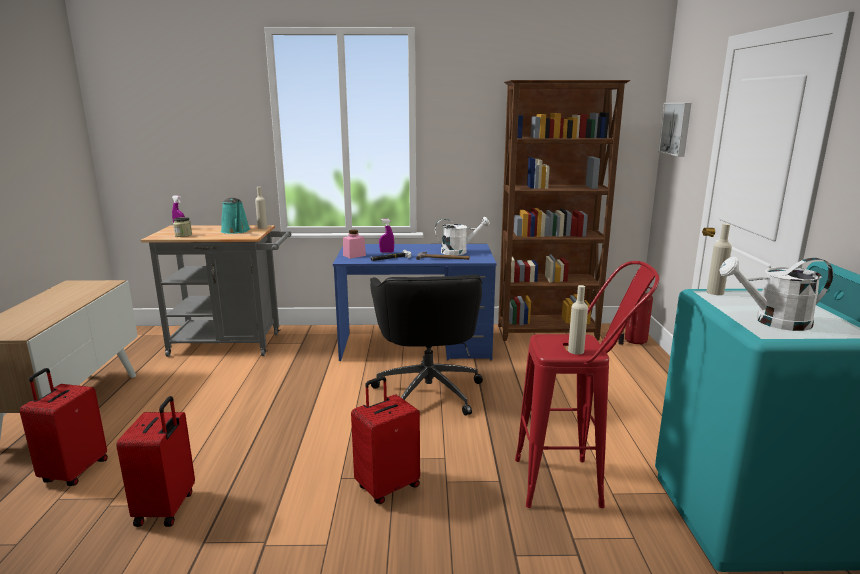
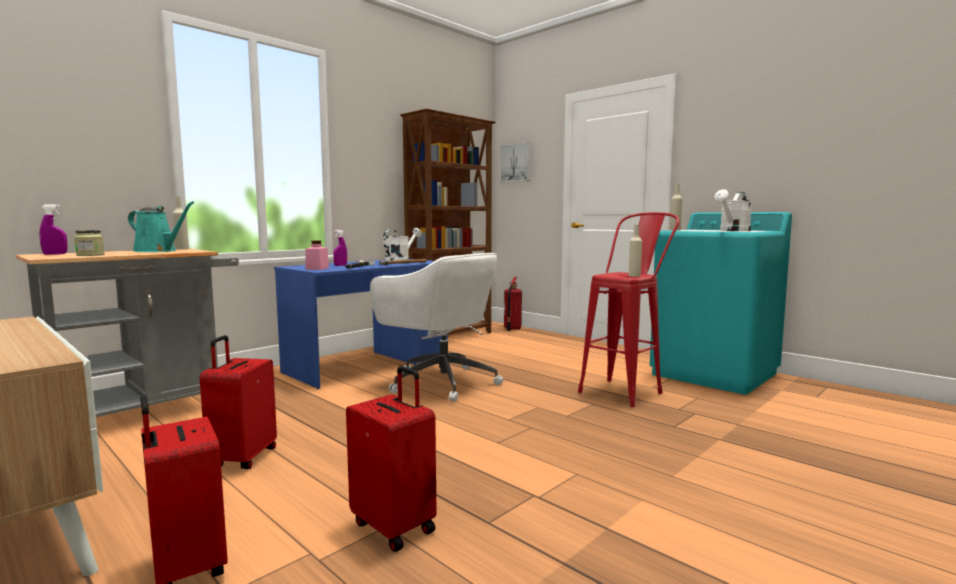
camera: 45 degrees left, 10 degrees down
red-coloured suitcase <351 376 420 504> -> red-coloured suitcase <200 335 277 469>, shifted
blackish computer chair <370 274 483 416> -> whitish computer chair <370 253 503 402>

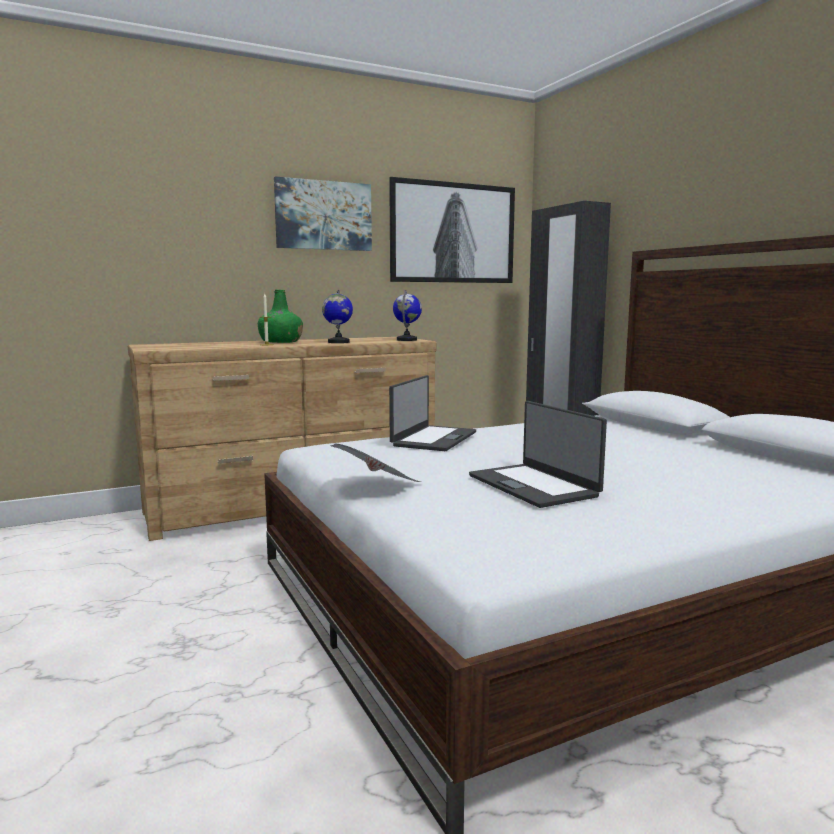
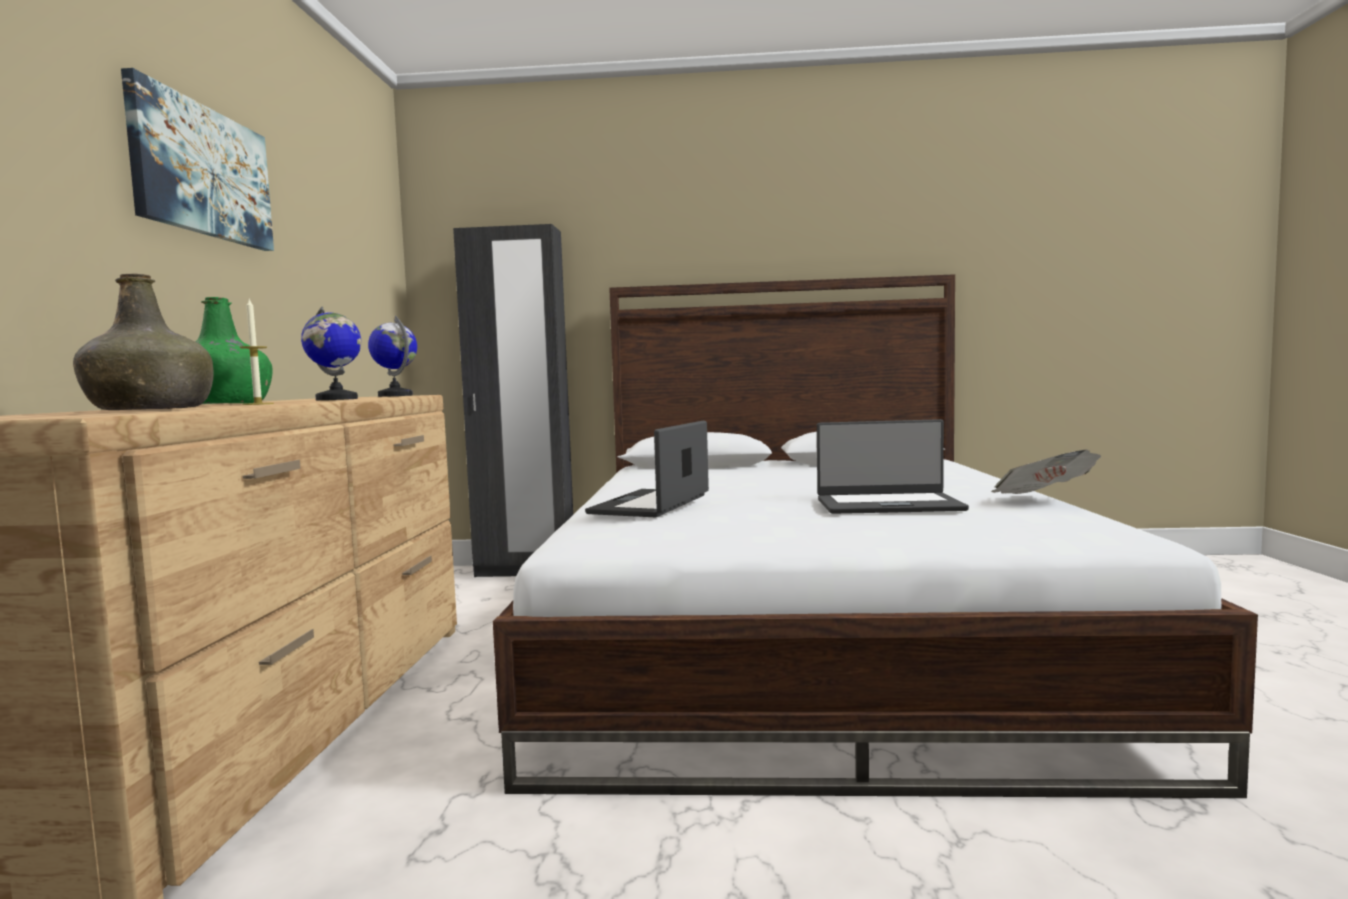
camera: 60 degrees left, 5 degrees down
none -> green-coloured drink bottle <73 273 214 410>
laptop <389 375 476 451> -> laptop <585 421 709 517>, 120 degrees counterclockwise
newspaper <330 443 421 482> -> newspaper <991 450 1101 494>, shifted
wall art <389 177 515 283> -> none

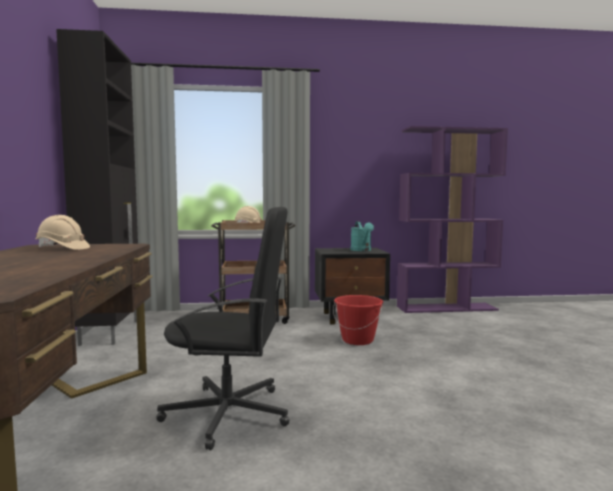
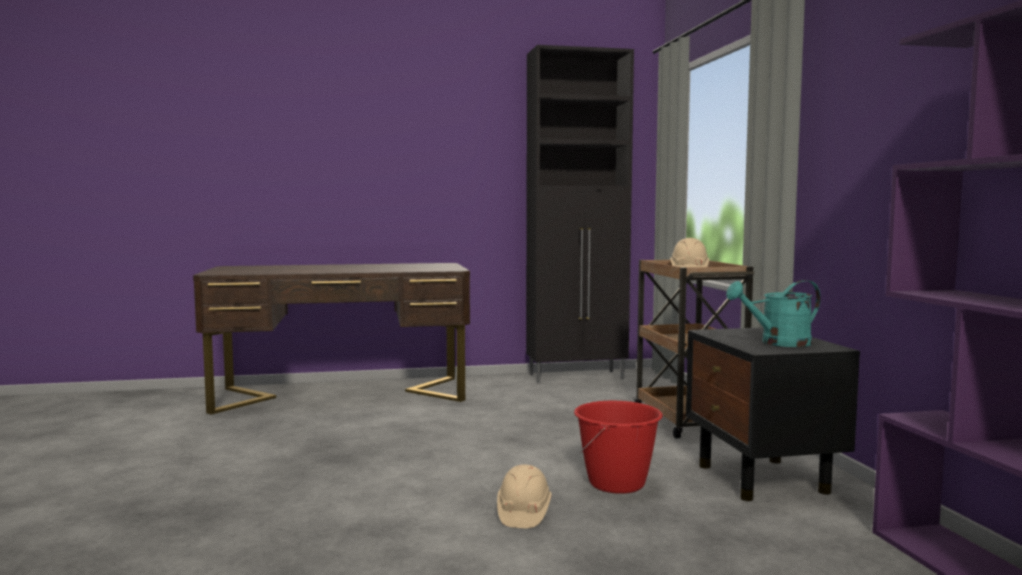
camera: 85 degrees right, 0 degrees up
sand-coloured work helmet <35 215 90 250> -> sand-coloured work helmet <497 465 552 528>, shifted
blackish computer chair <156 207 290 450> -> none

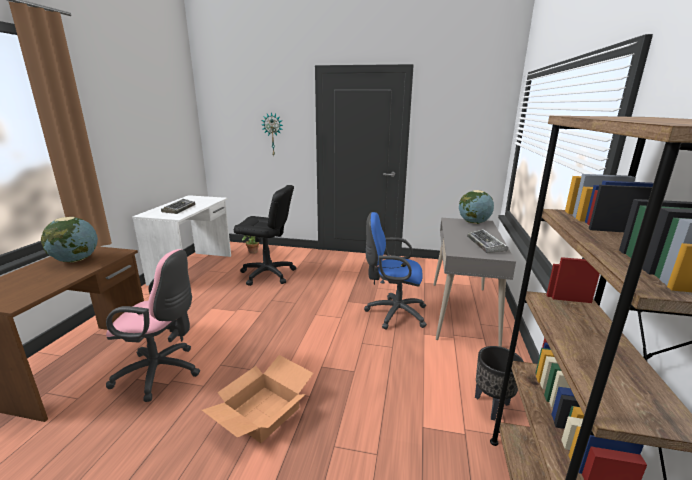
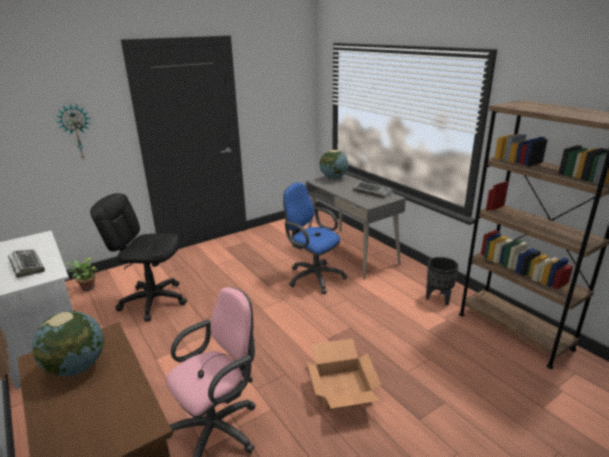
camera: 45 degrees left, 5 degrees up
blackish computer chair <234 185 296 286> -> blackish computer chair <90 193 187 322>, 135 degrees counterclockwise
blue computer chair <364 212 427 330> -> blue computer chair <283 182 347 294>, 75 degrees clockwise

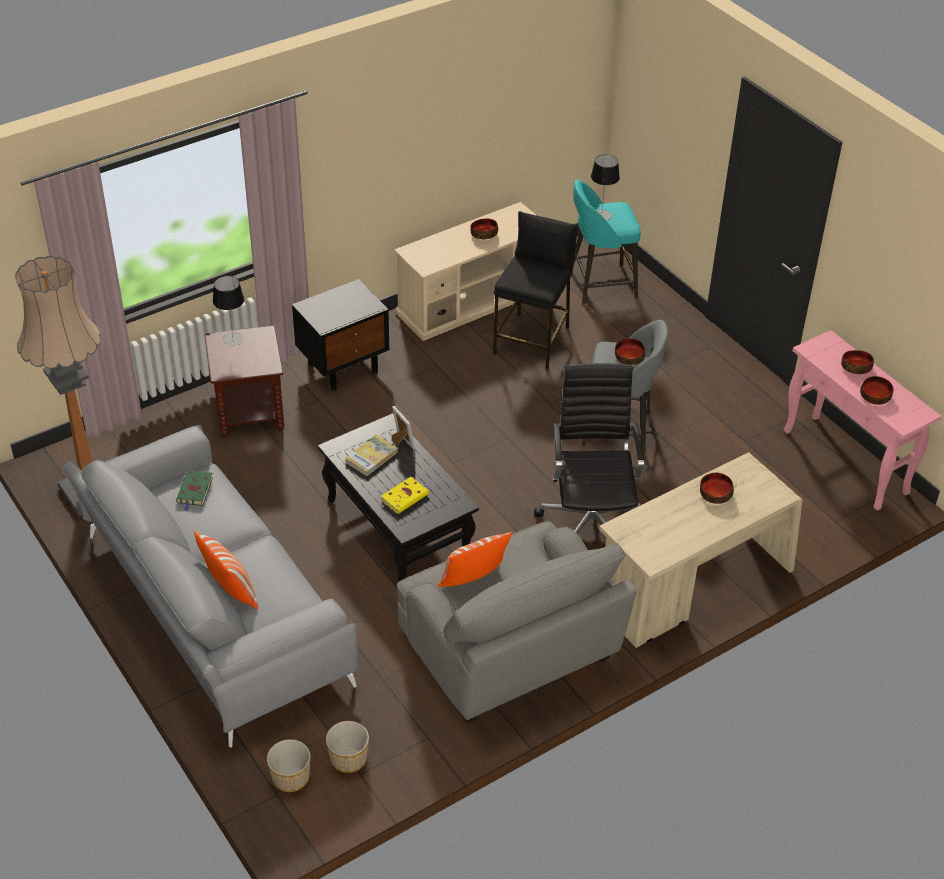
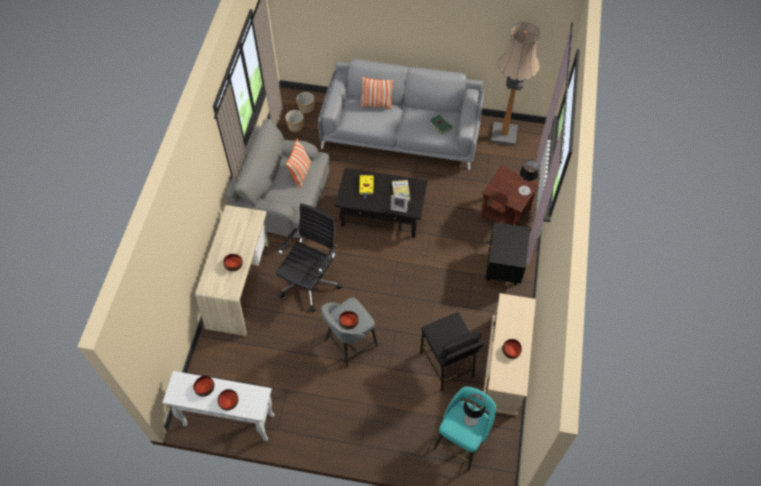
camera: 135 degrees right, 15 degrees up
pink-coloured narrow table <784 330 942 511> -> whitish narrow table <162 371 275 441>
blackish computer chair <534 363 644 534> -> blackish computer chair <276 203 342 312>, 105 degrees counterclockwise

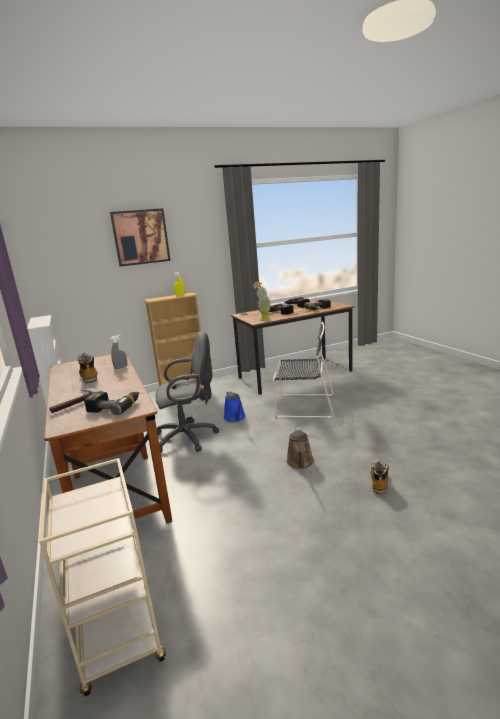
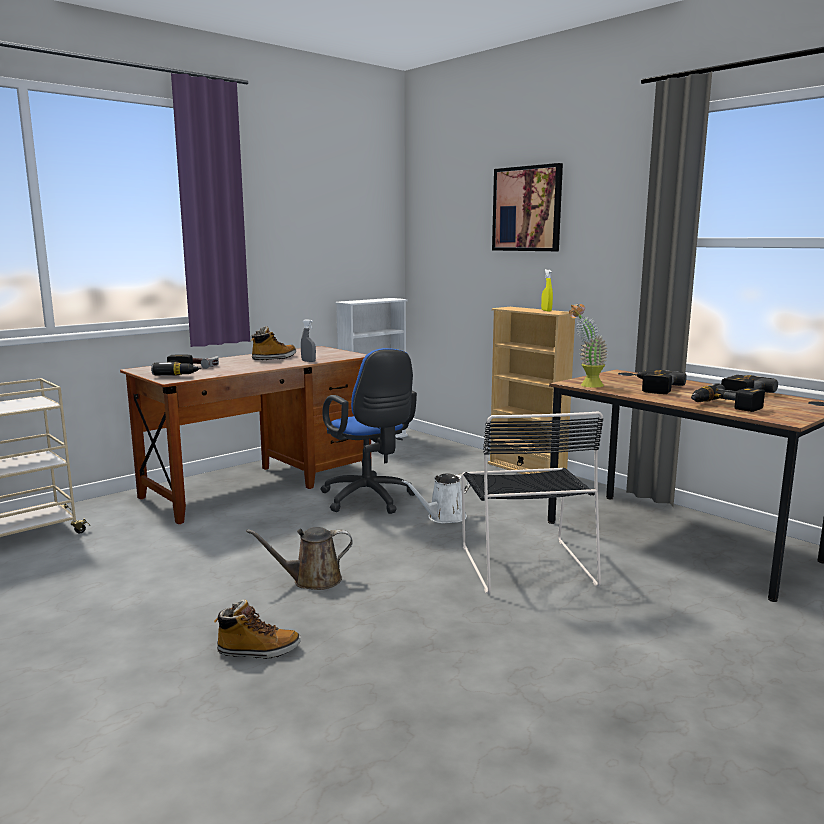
camera: 70 degrees right, 5 degrees down
grey computer chair <156 331 219 453> -> blue computer chair <320 348 417 514>
blue sprinkling can <224 391 246 422> -> whitish sprinkling can <402 474 471 523>

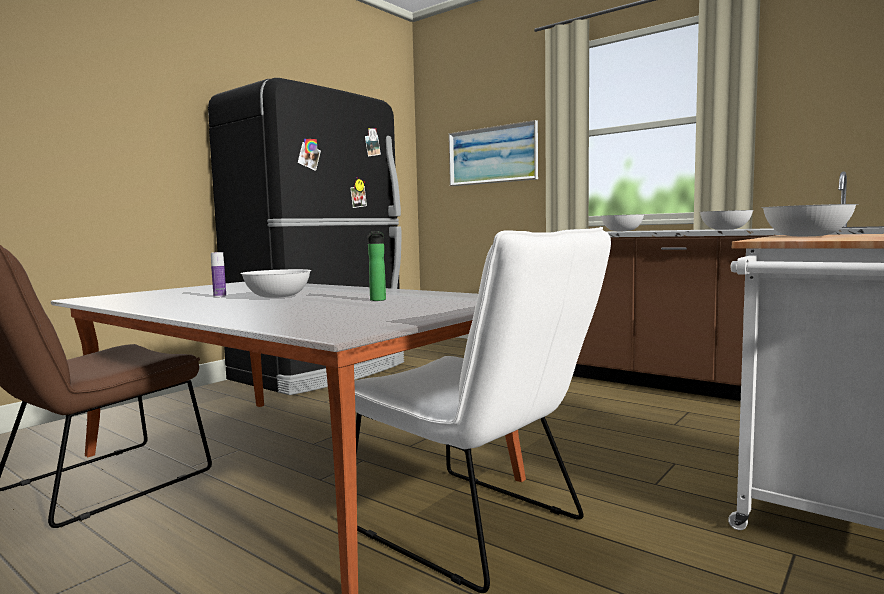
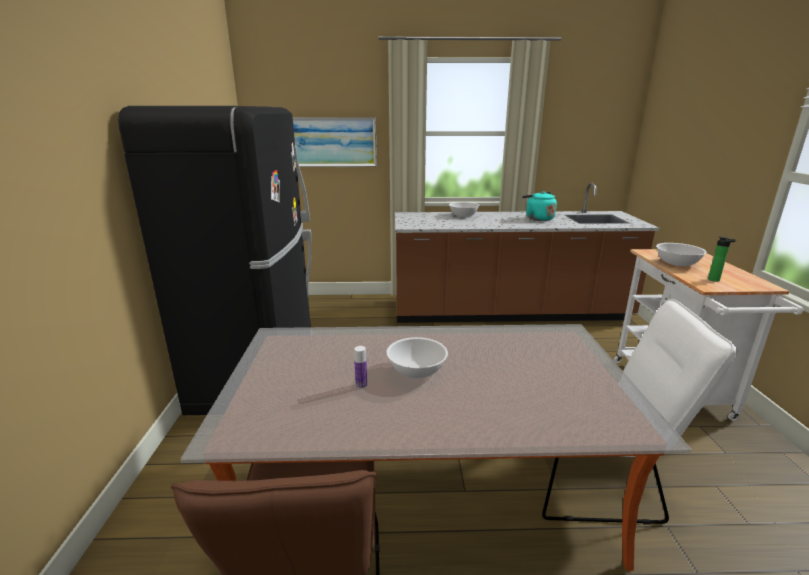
camera: 40 degrees left, 15 degrees up
whitish deep dish <700 210 753 230> -> turquoise tea kettle <522 191 557 221>
drink bottle <368 231 386 301> -> drink bottle <708 237 737 282>, shifted

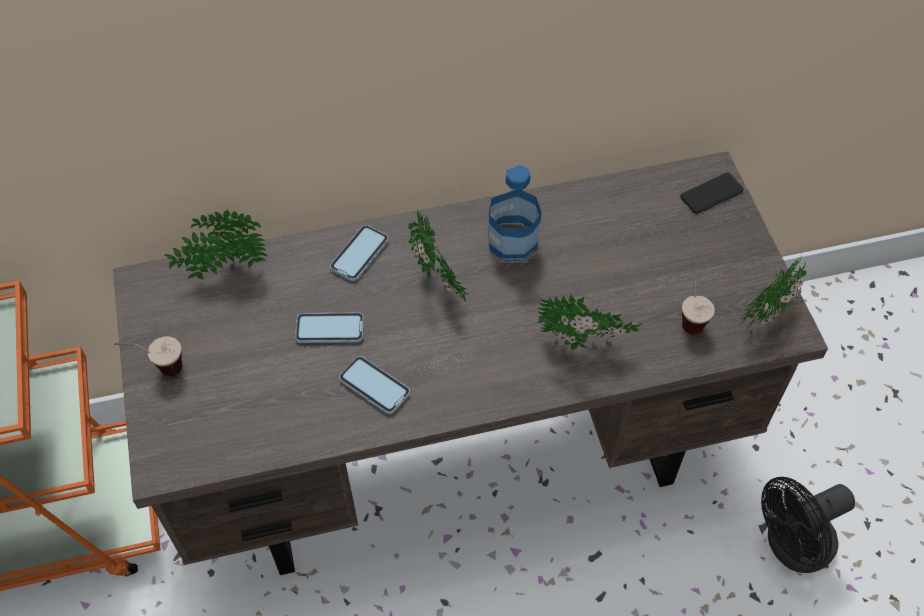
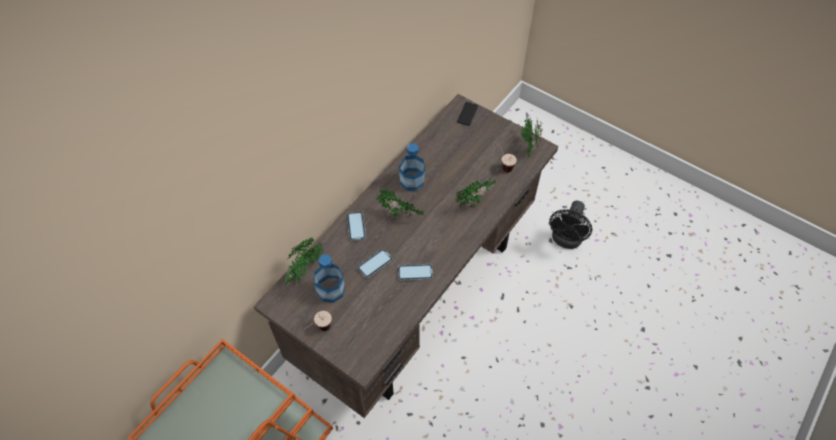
camera: 40 degrees left, 0 degrees up
none -> drink bottle <314 254 345 303>

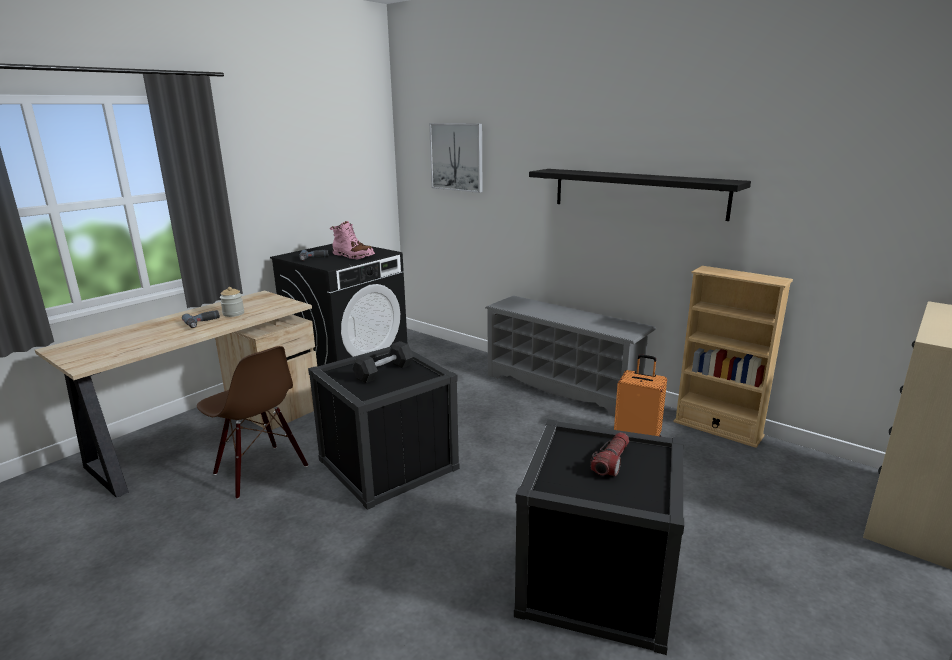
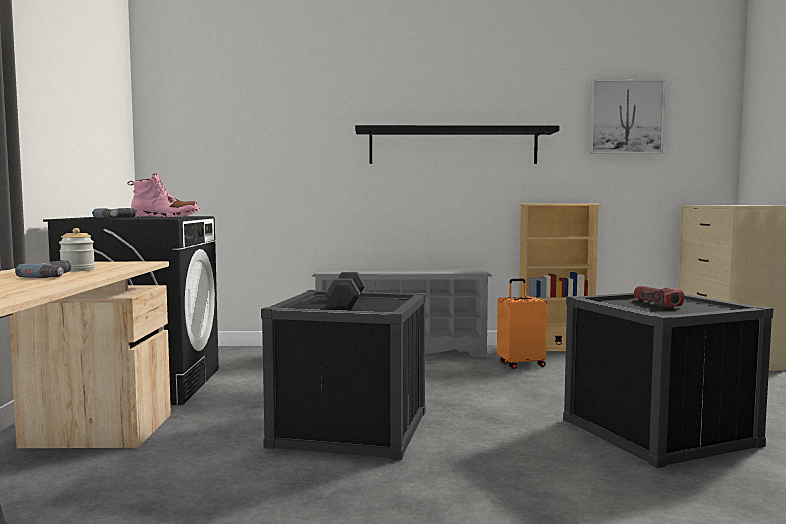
camera: 40 degrees left, 15 degrees down
wall art <429 123 482 193> -> wall art <590 80 666 154>, shifted
brown upright chair <197 346 308 499> -> none

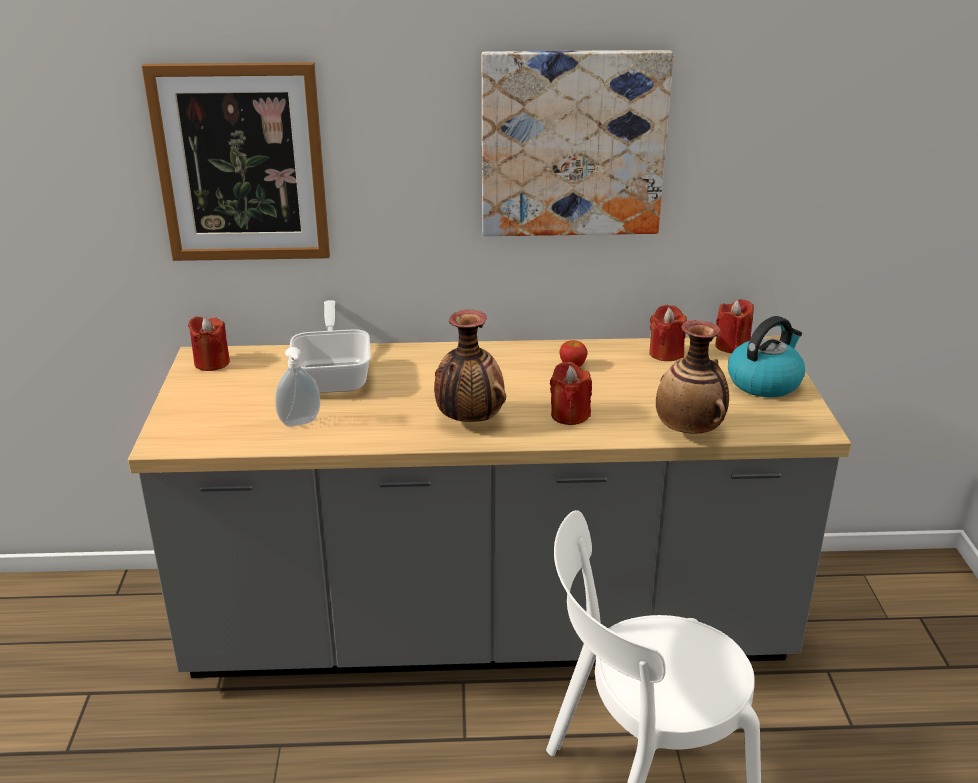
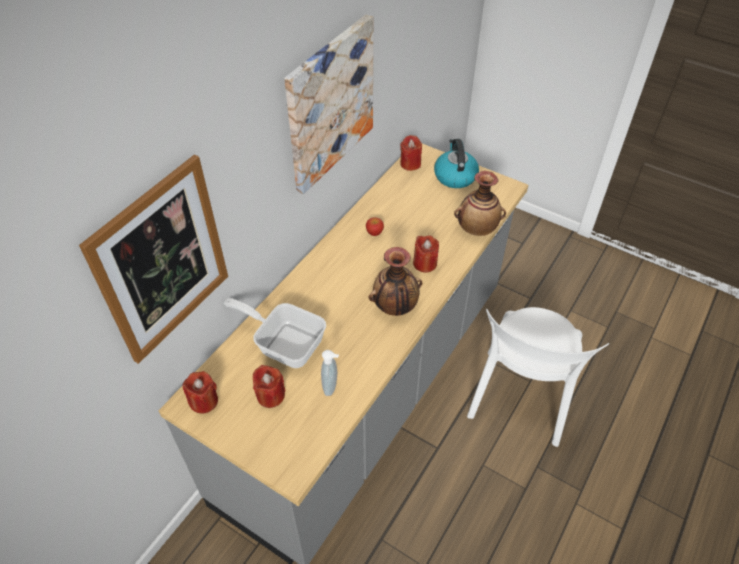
camera: 55 degrees left, 20 degrees up
red-coloured wax candle <649 305 687 361> -> red-coloured wax candle <253 365 285 408>, shifted

